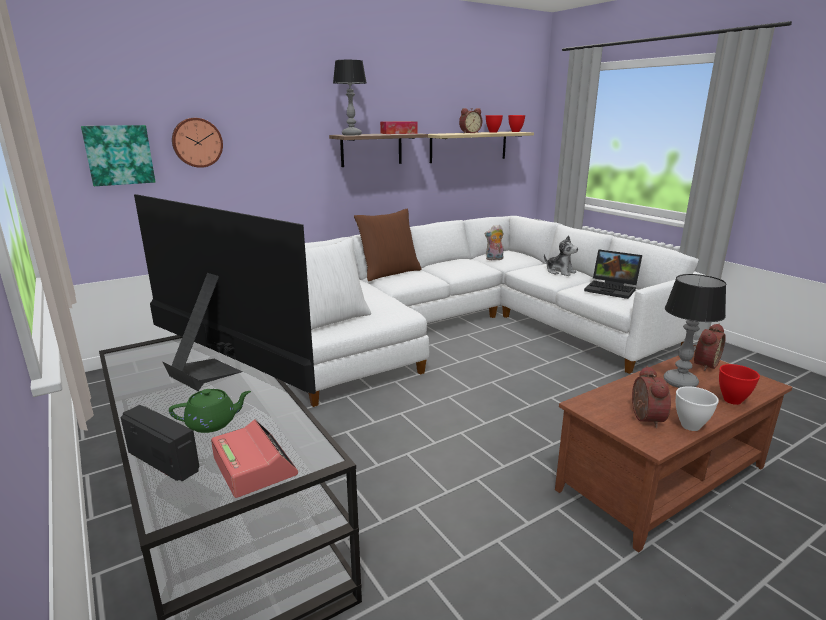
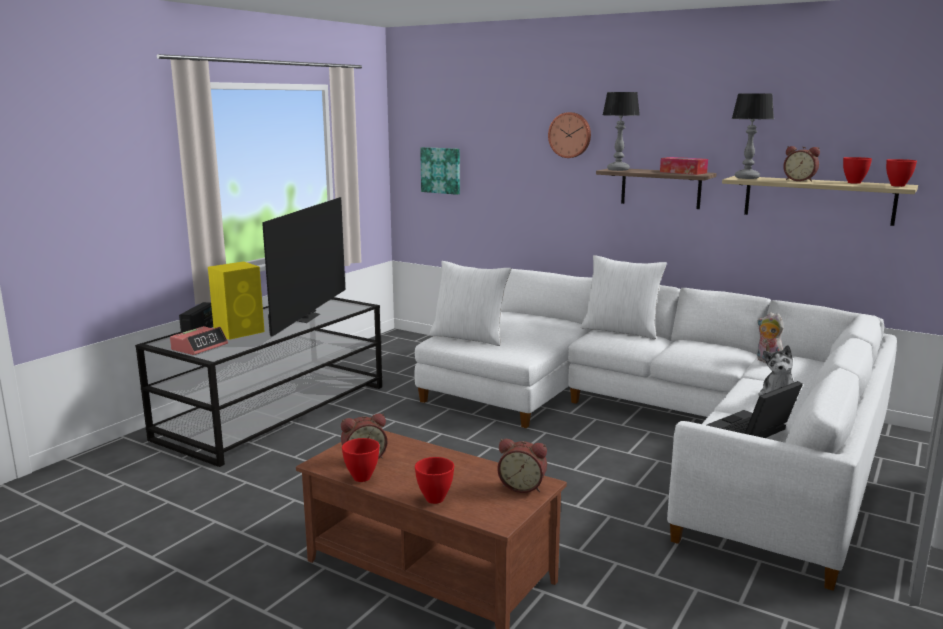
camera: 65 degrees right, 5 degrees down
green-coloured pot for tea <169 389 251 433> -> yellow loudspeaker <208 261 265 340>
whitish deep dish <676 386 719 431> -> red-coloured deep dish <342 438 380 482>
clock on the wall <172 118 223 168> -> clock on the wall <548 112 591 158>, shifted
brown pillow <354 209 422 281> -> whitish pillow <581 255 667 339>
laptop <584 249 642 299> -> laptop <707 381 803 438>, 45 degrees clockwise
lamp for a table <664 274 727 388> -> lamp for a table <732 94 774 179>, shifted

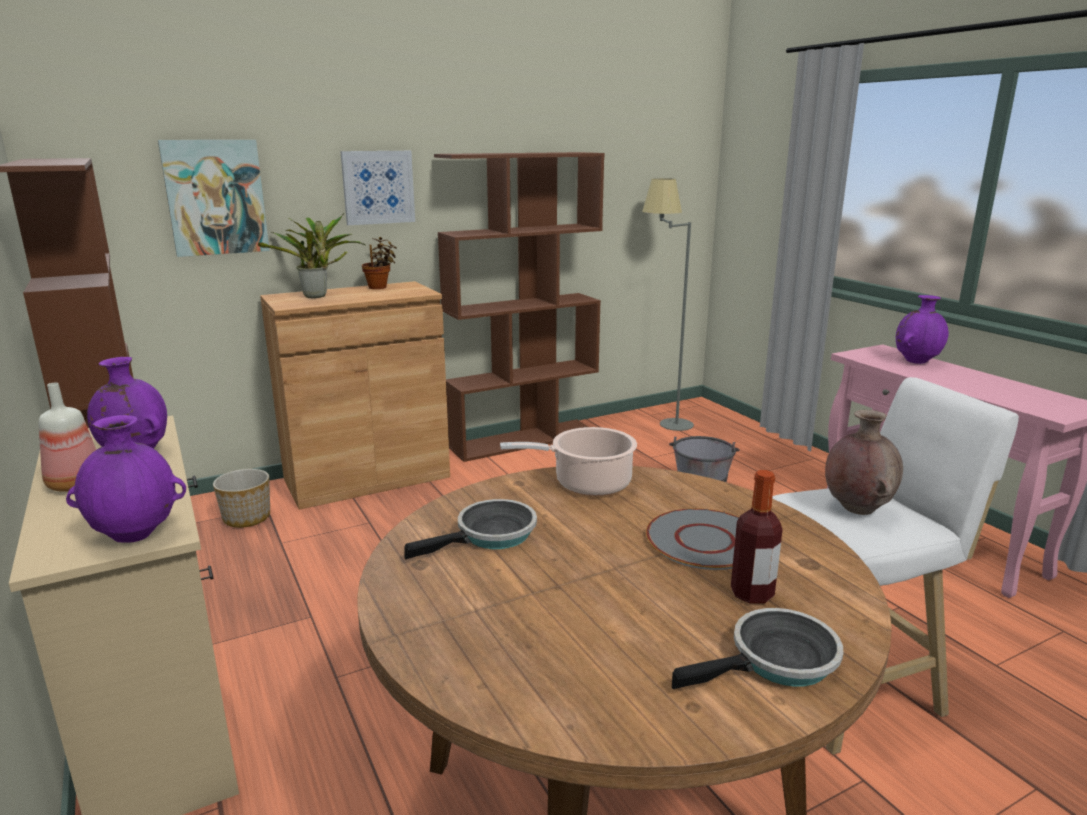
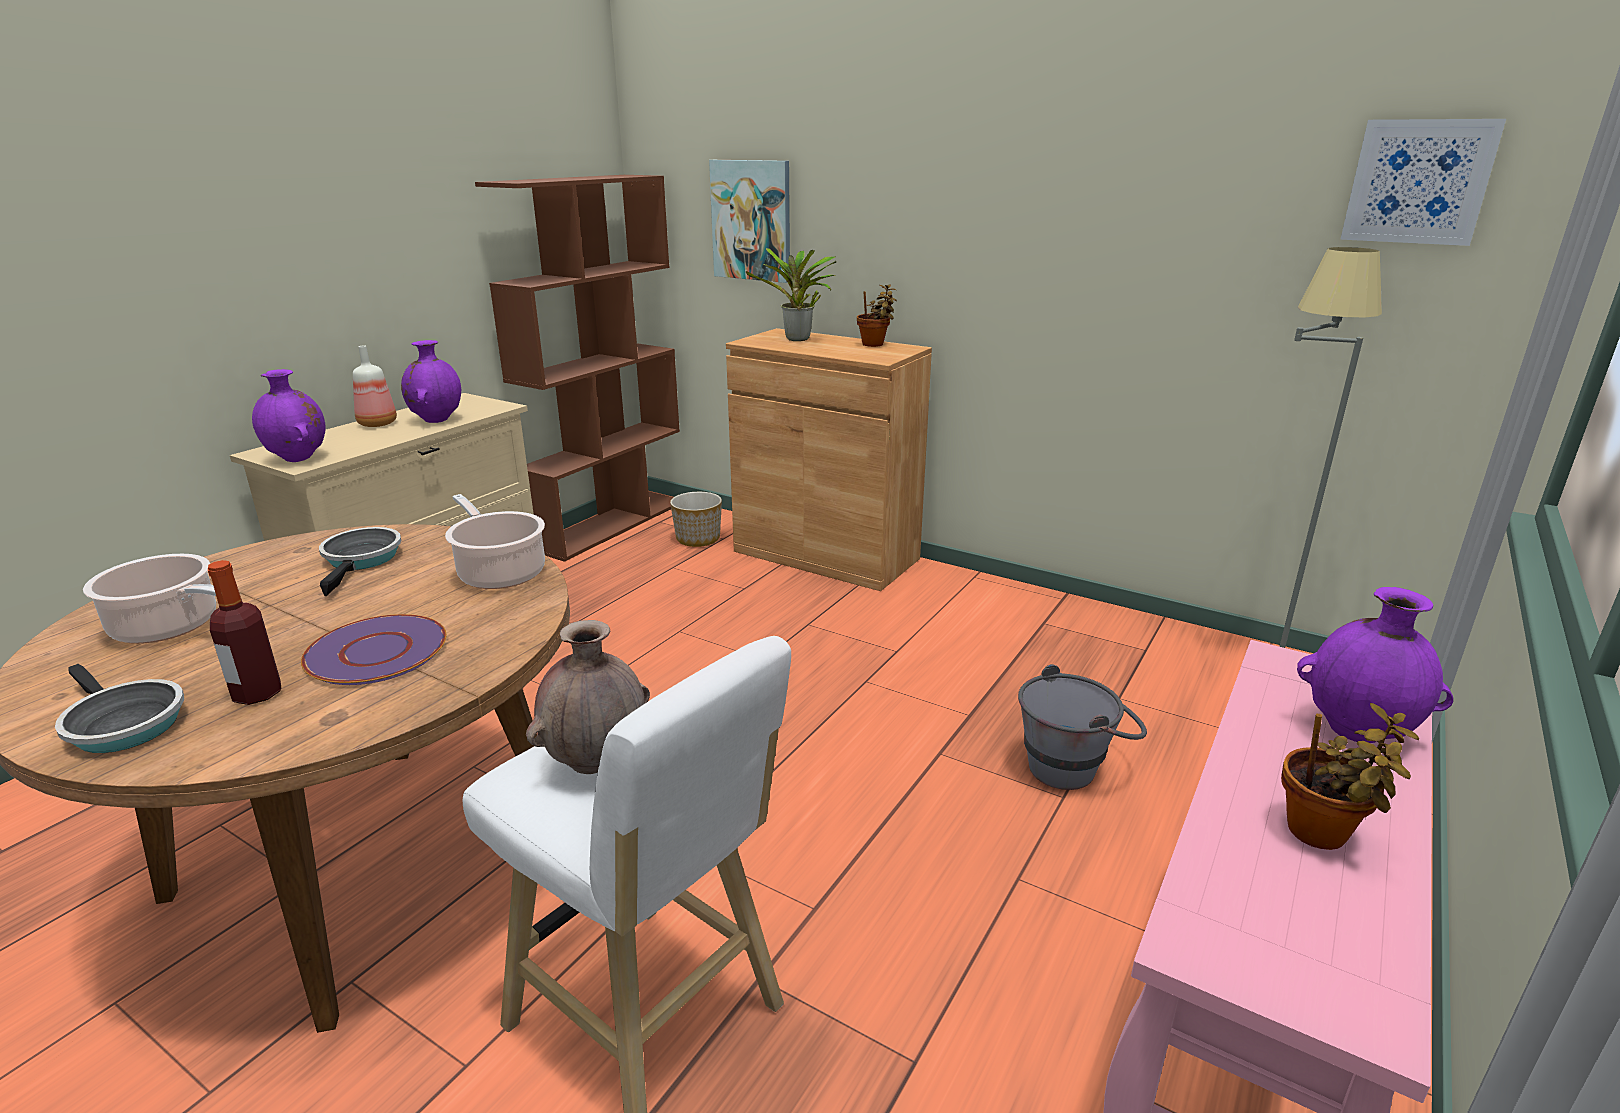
camera: 60 degrees right, 5 degrees up
none -> cooking pot <83 554 216 644>
grey dinner plate <646 508 739 570> -> purplish dinner plate <301 614 446 685>
pan <404 499 537 560> -> pan <319 527 401 596>, 120 degrees counterclockwise
none -> houseplant <1281 703 1419 850>
wall art <340 151 415 225> -> wall art <1340 119 1506 246>, shifted
brown bookshelf <434 152 604 462> -> none

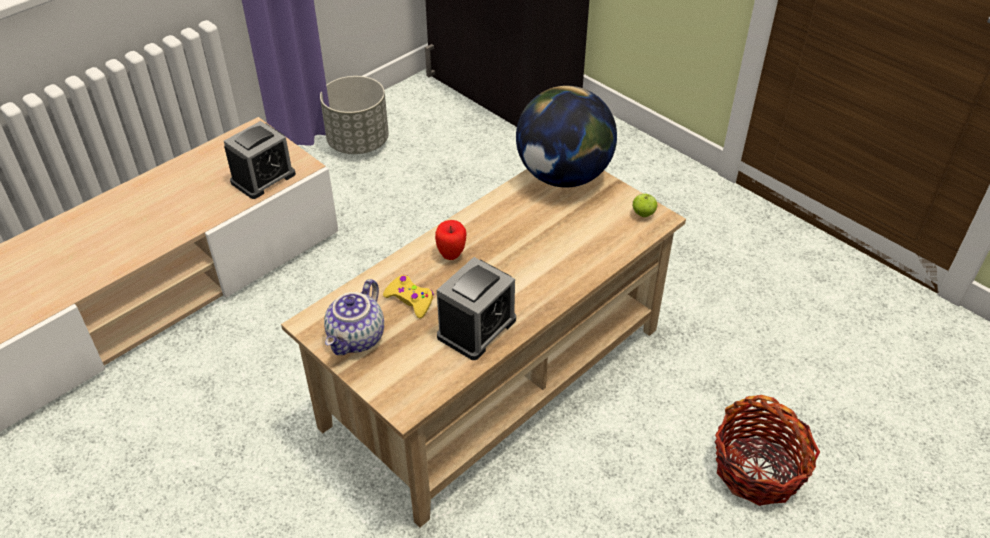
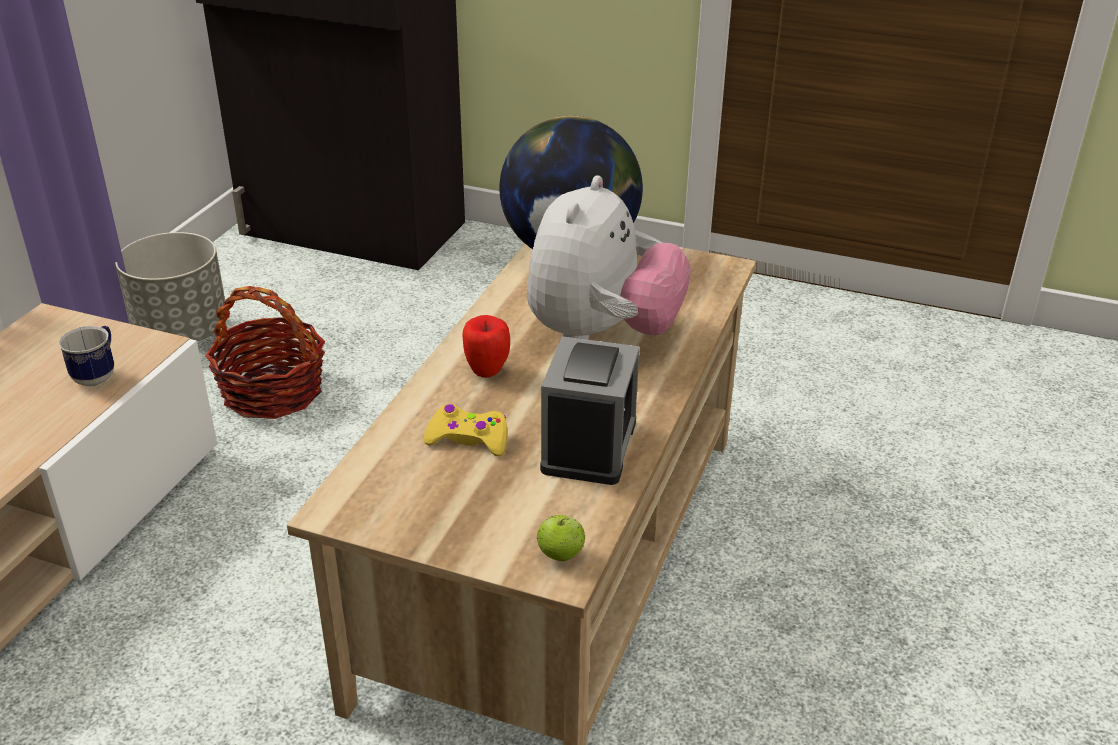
camera: 25 degrees left, 10 degrees down
bedside clock <224 121 296 199> -> coffee mug <58 326 114 386>
basket <715 395 820 506> -> basket <205 286 325 419>, shifted
none -> cuddly toy <527 175 691 340>
whole apple <633 193 657 217> -> whole apple <537 515 585 561>, shifted
pot for tea <324 279 384 355> -> none

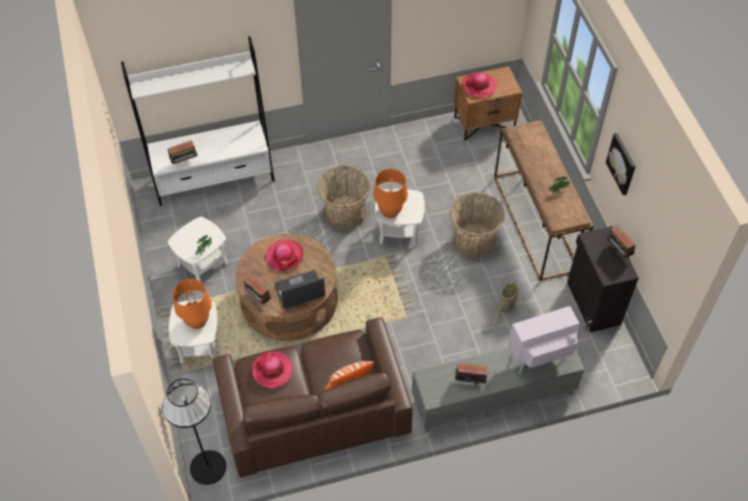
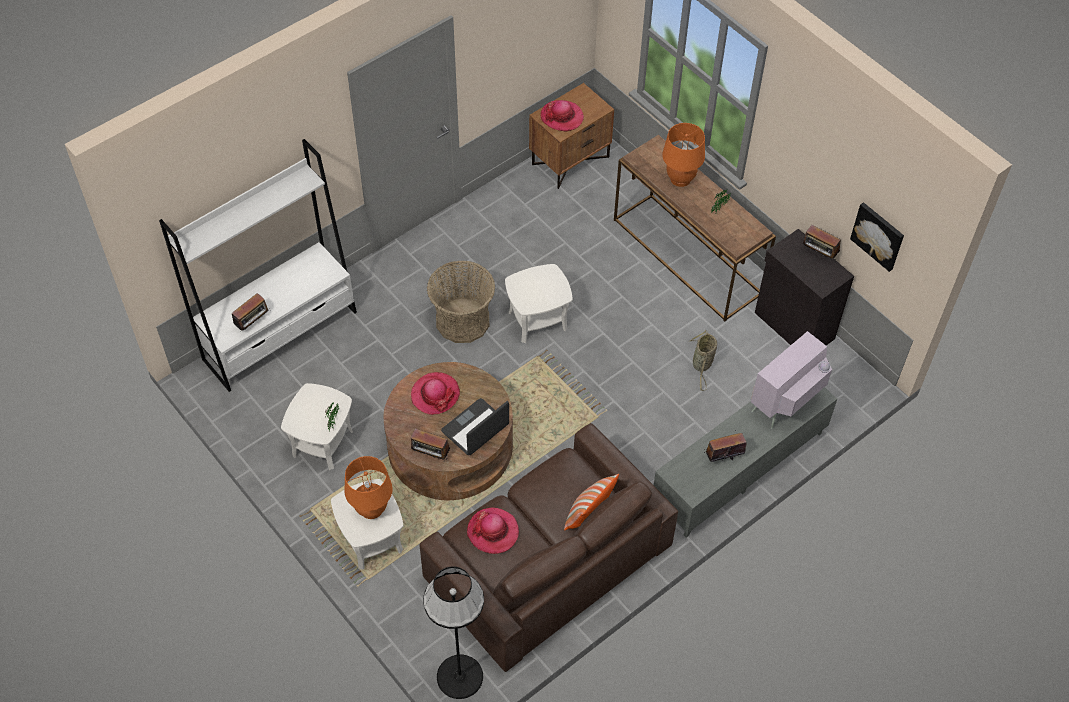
camera: 25 degrees left, 0 degrees up
orange-coloured lamp for a table <373 169 408 218> -> orange-coloured lamp for a table <662 123 705 187>, shifted
wall art <606 133 636 195> -> wall art <850 202 904 272>, shifted
basket <450 192 505 258> -> none

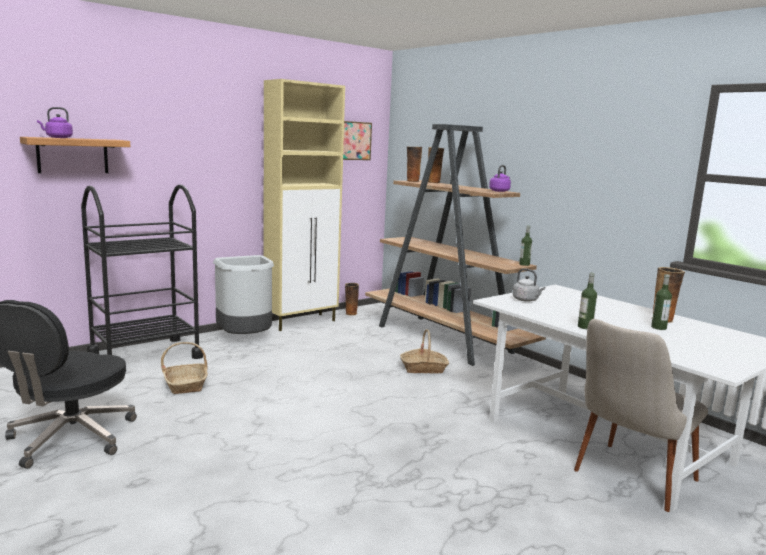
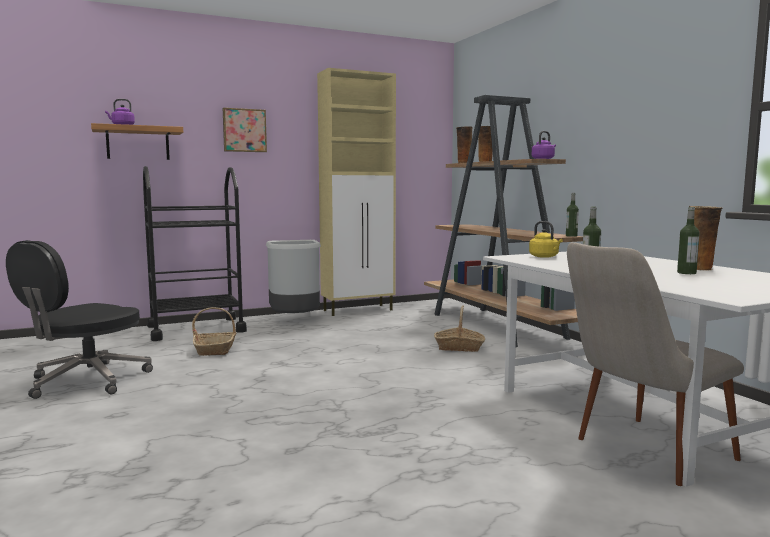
camera: 15 degrees right, 5 degrees down
wall art <343 121 372 160> -> wall art <223 108 267 152>, shifted
grey tea kettle <513 268 545 302> -> yellow tea kettle <529 221 563 258>
vase <345 283 359 316> -> none

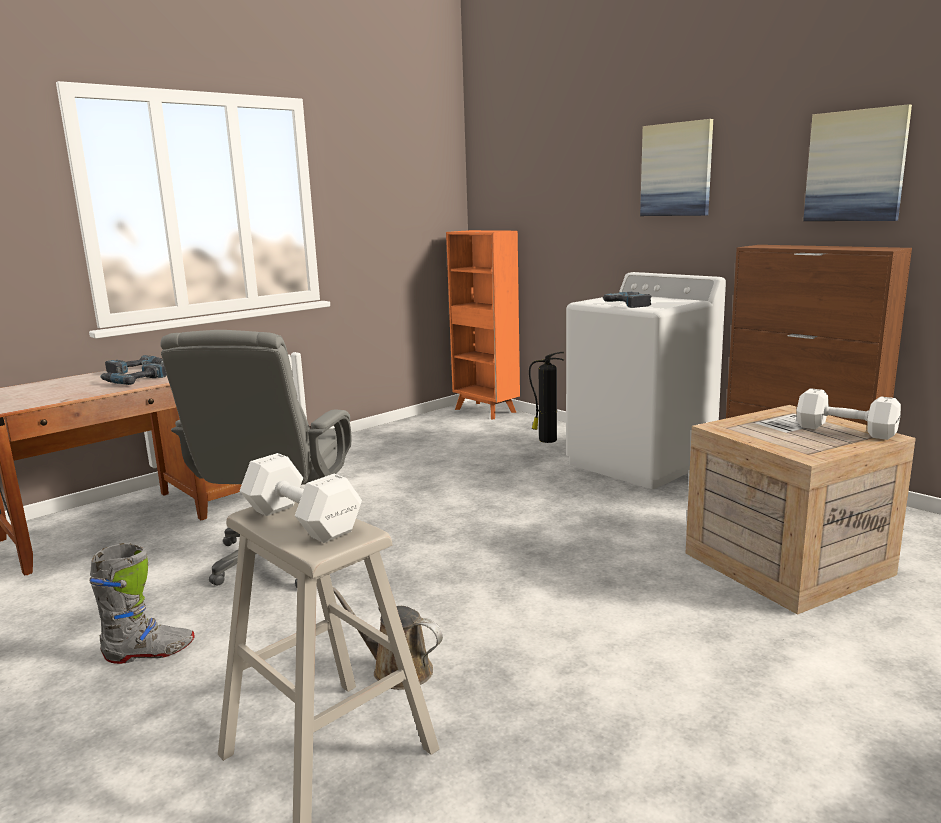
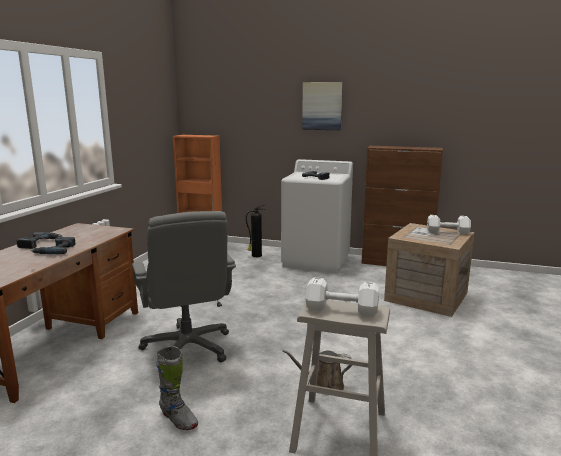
camera: 30 degrees left, 0 degrees up
grey boot <89 543 195 664> -> grey boot <156 346 198 430>, 90 degrees clockwise
wall art <803 104 912 221> -> none

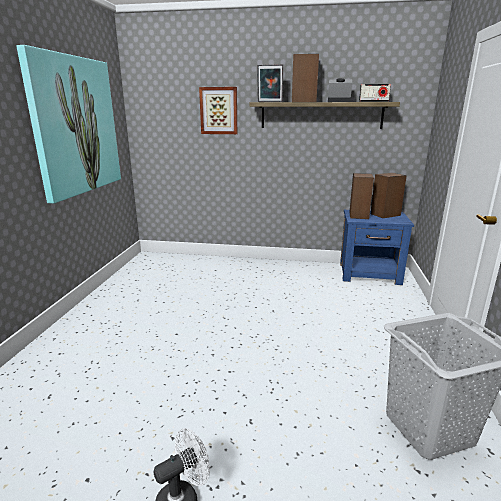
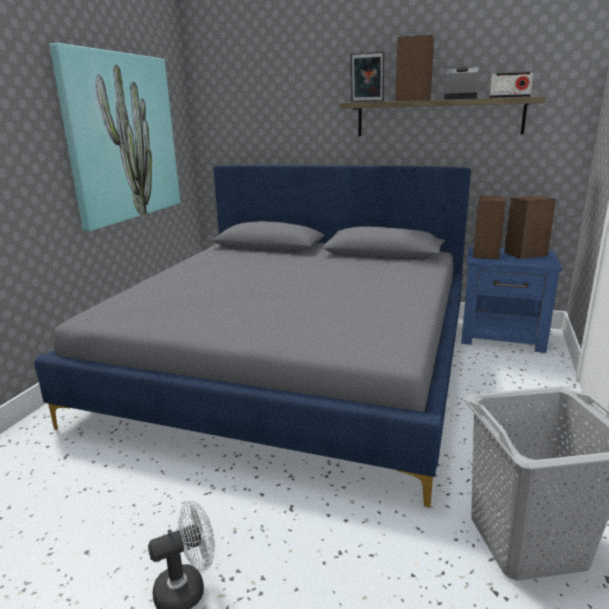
camera: 10 degrees right, 0 degrees up
none -> grey bed <34 165 471 507>
wall art <199 87 237 134> -> none

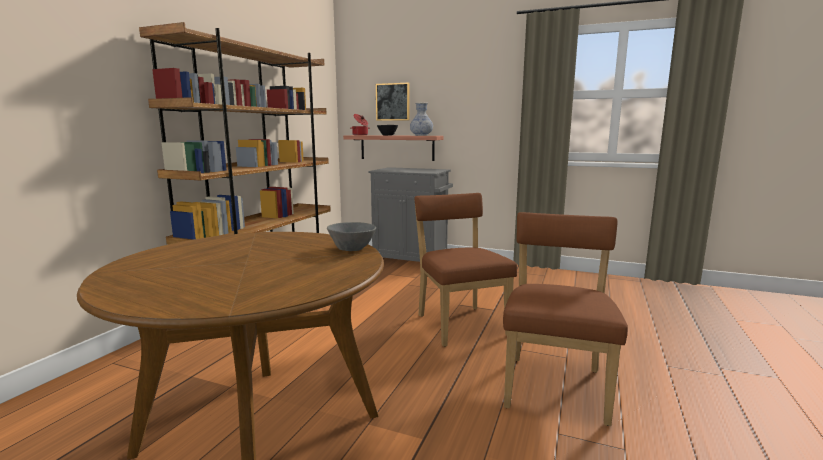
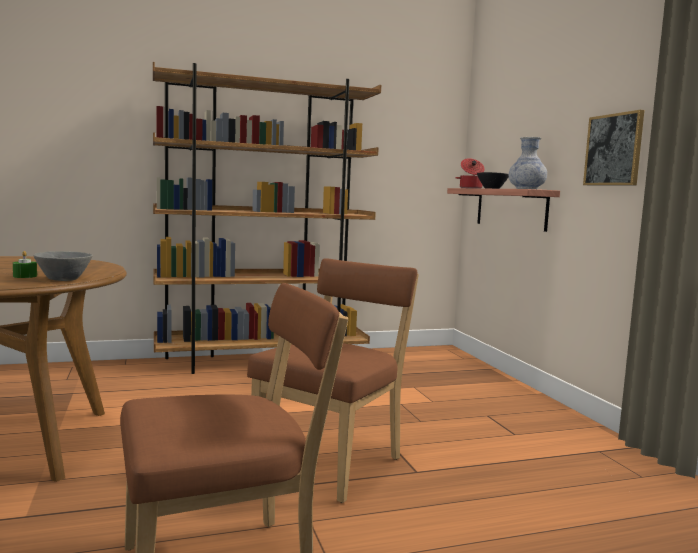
camera: 50 degrees right, 5 degrees down
none -> green-coloured wax candle <13 251 37 278>
wall art <376 82 410 121> -> wall art <583 110 644 185>, shifted
grey storage cabinet <368 167 453 262> -> none

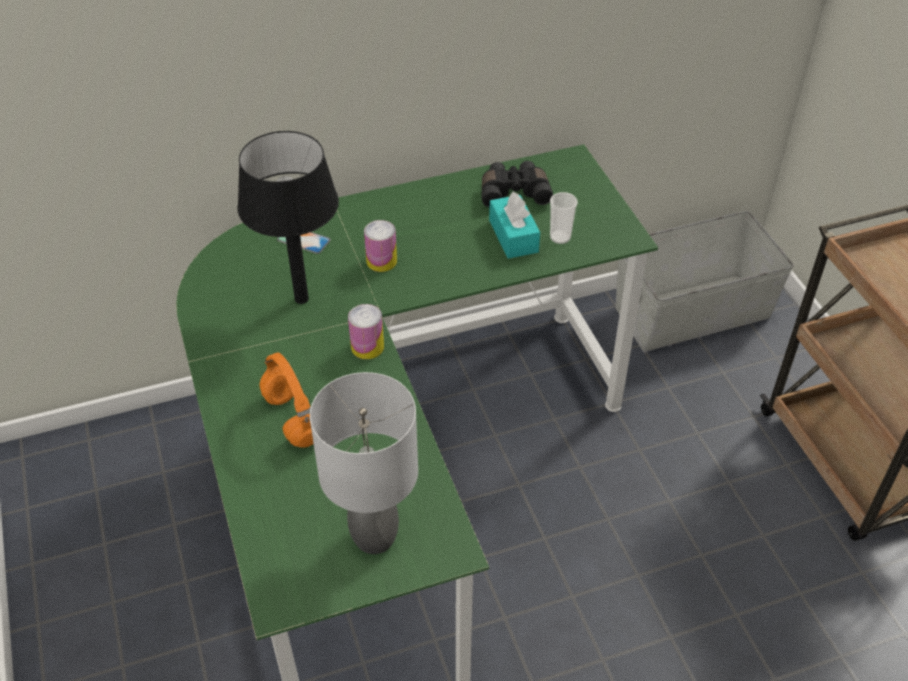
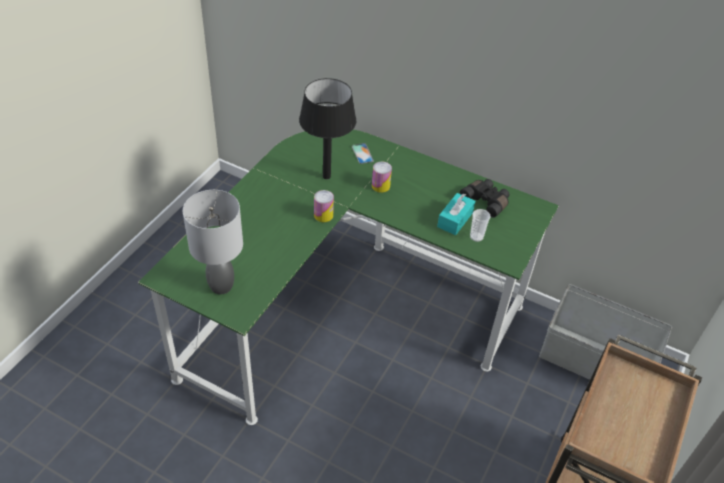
camera: 45 degrees right, 0 degrees up
orange-coloured pair of headphones <260 352 314 448> -> none

